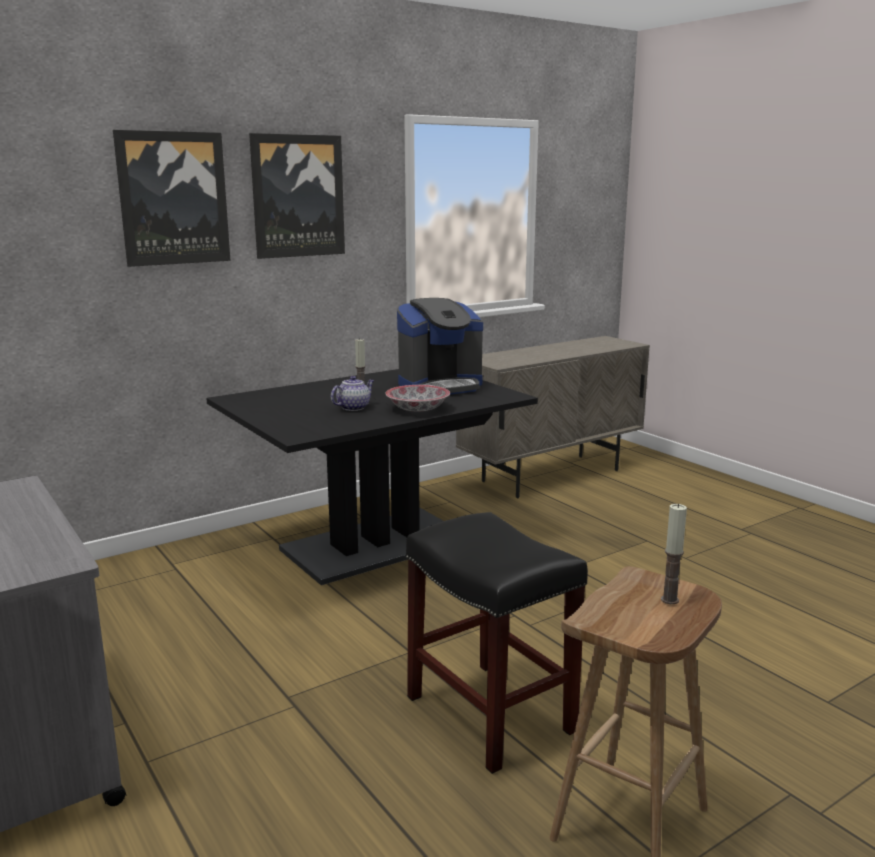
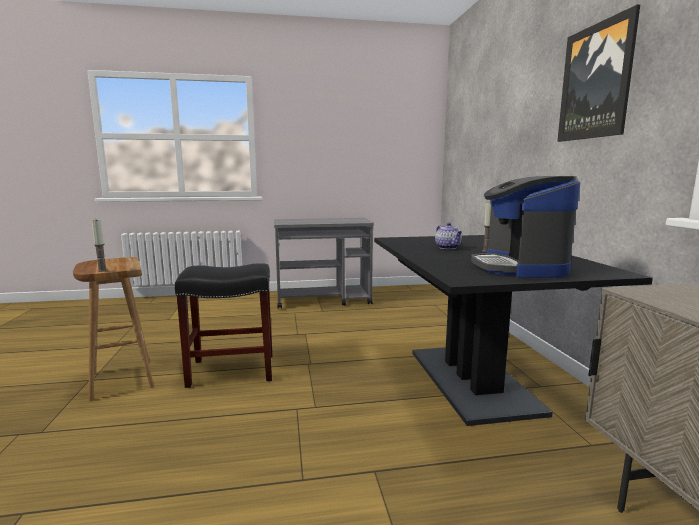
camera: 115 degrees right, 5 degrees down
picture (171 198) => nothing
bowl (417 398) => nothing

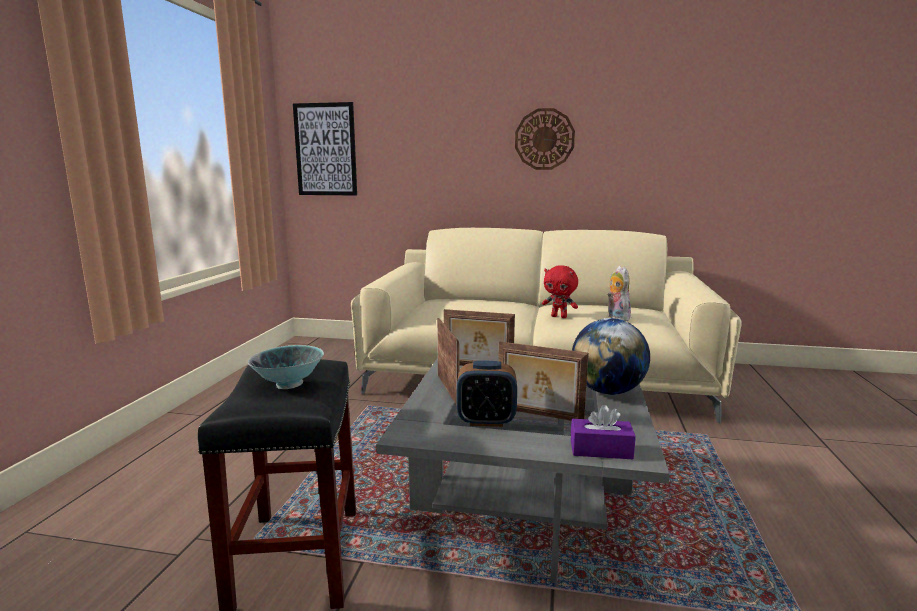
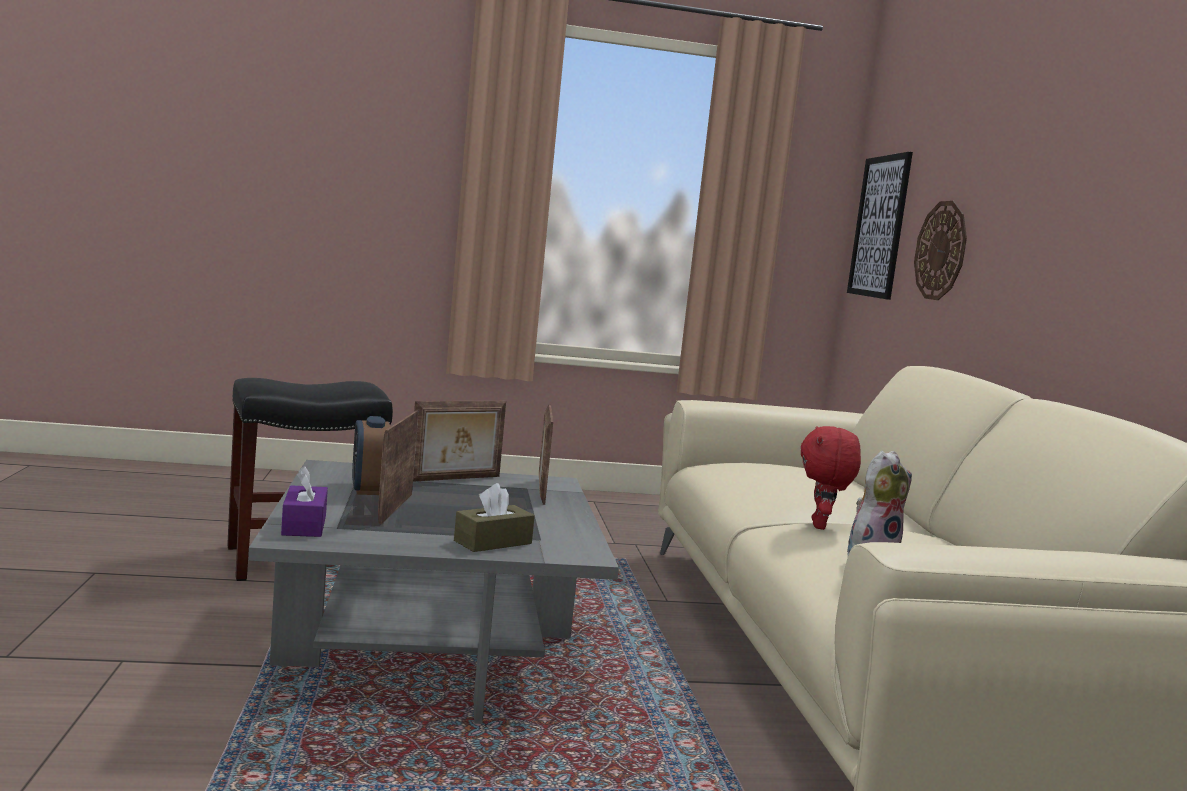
camera: 70 degrees right, 5 degrees down
globe (611 356) => tissue box (brown) (494 517)
wall clock (545 139) => wall clock (940 250), shifted
bowl (286 367) => nothing

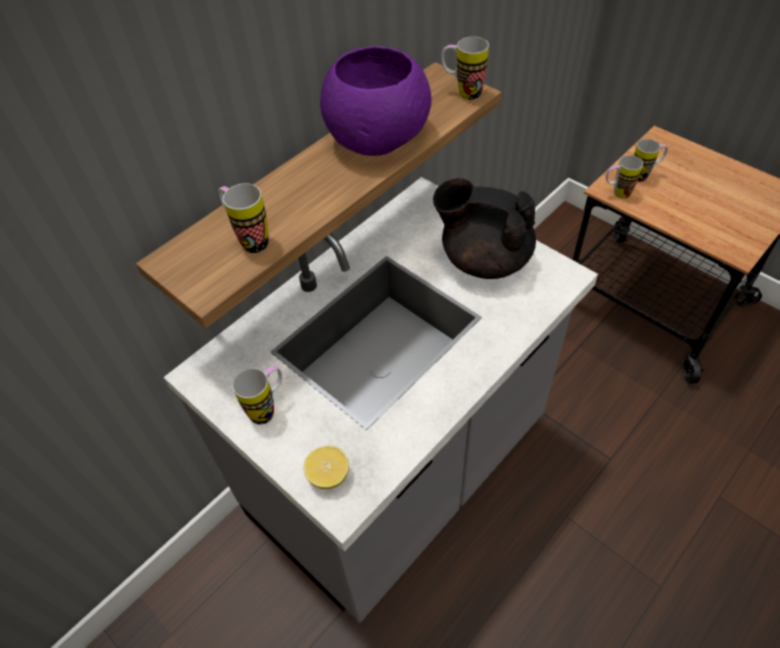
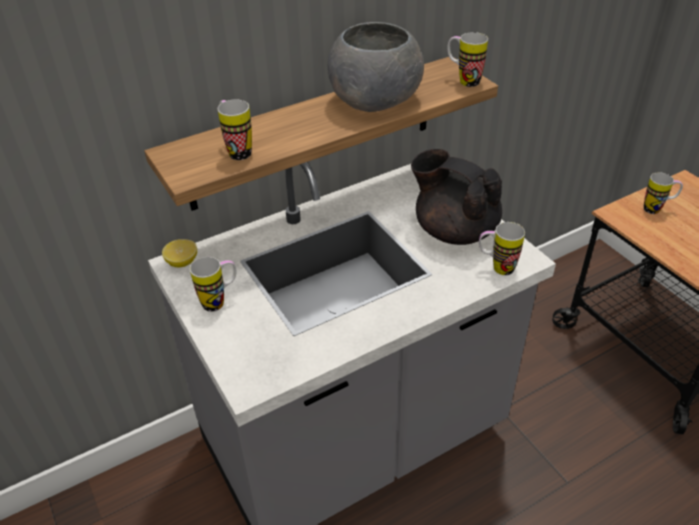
camera: 15 degrees right, 10 degrees down
lemon (326 467) => lemon (179 253), shifted
bowl (purple) (376 101) => bowl (grey) (376 67)
mug (624 177) => mug (502 248), shifted

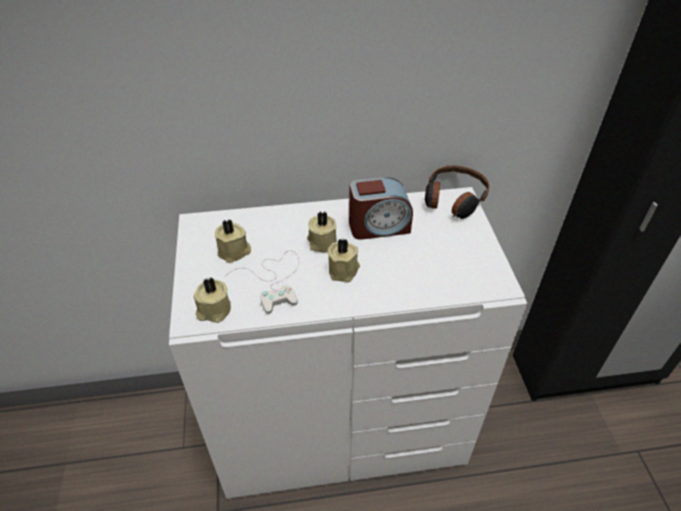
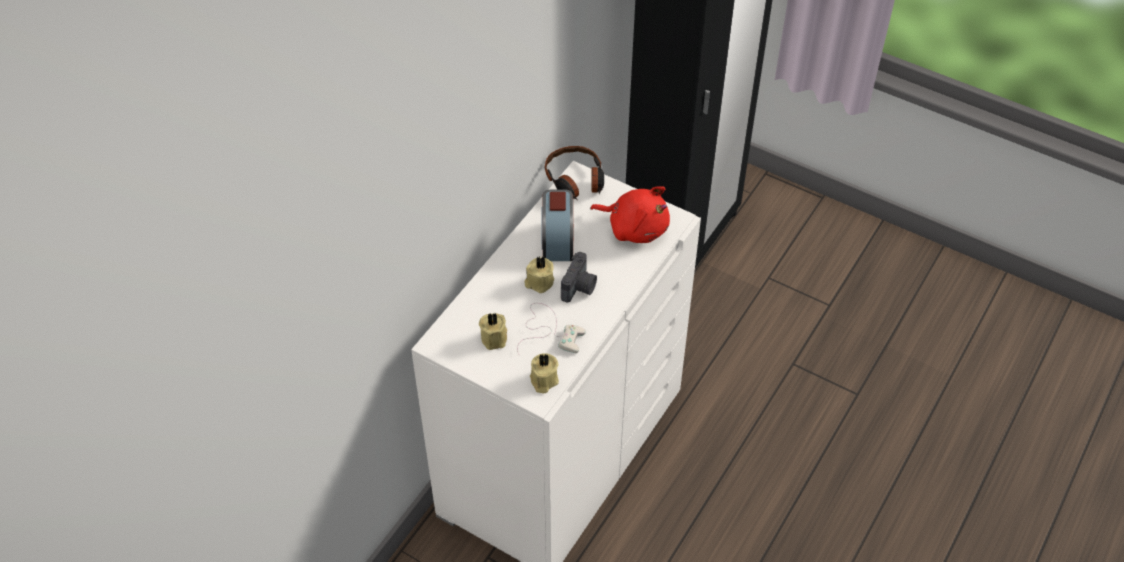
camera: 50 degrees left, 5 degrees up
alarm clock (381 208) => alarm clock (557 225), 150 degrees clockwise
candle (beige) (344 260) => photo camera (579 277)
nothing => plush toy (red) (630 214)

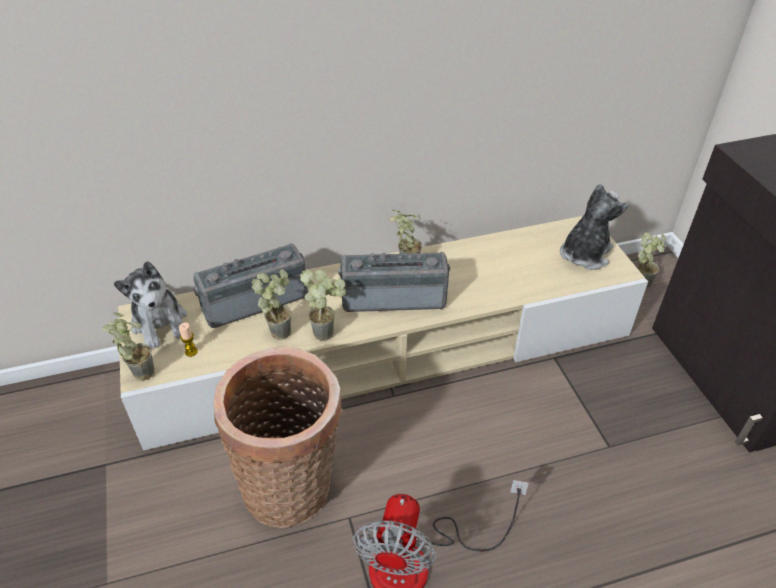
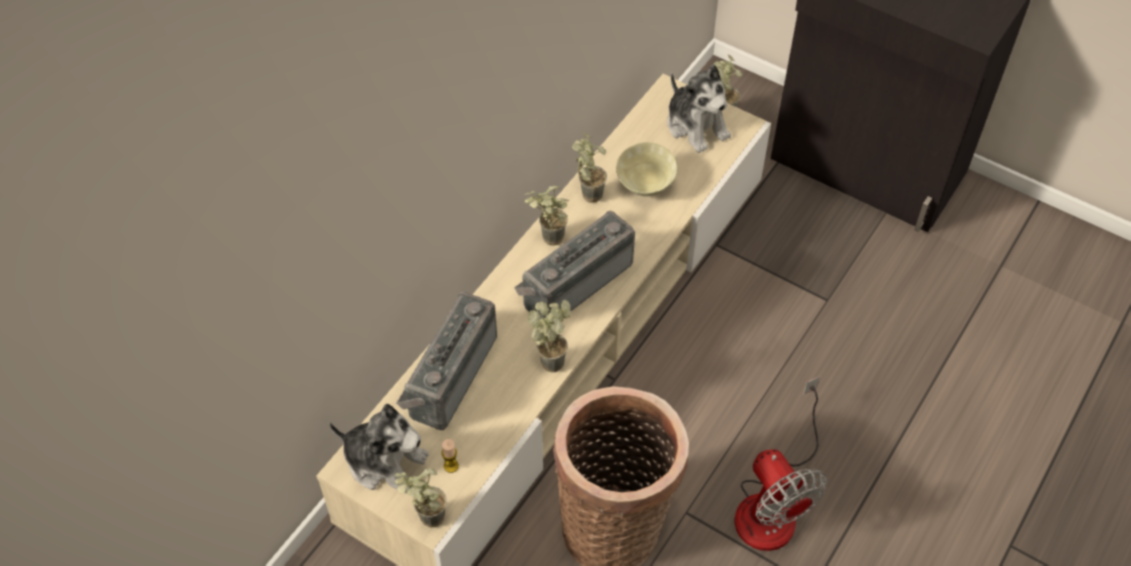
camera: 40 degrees left, 10 degrees up
potted plant (271 304) => potted plant (589 167), shifted
nothing => bowl (beige) (646 169)
plush toy (594 227) => plush toy (699 108), 150 degrees clockwise

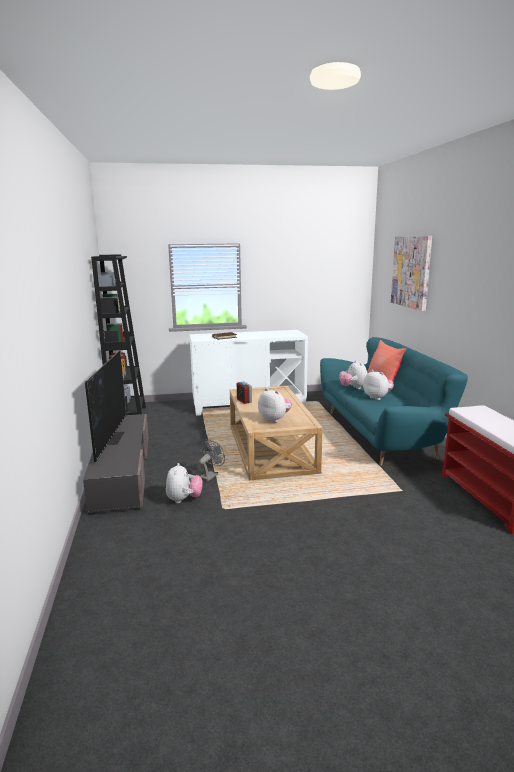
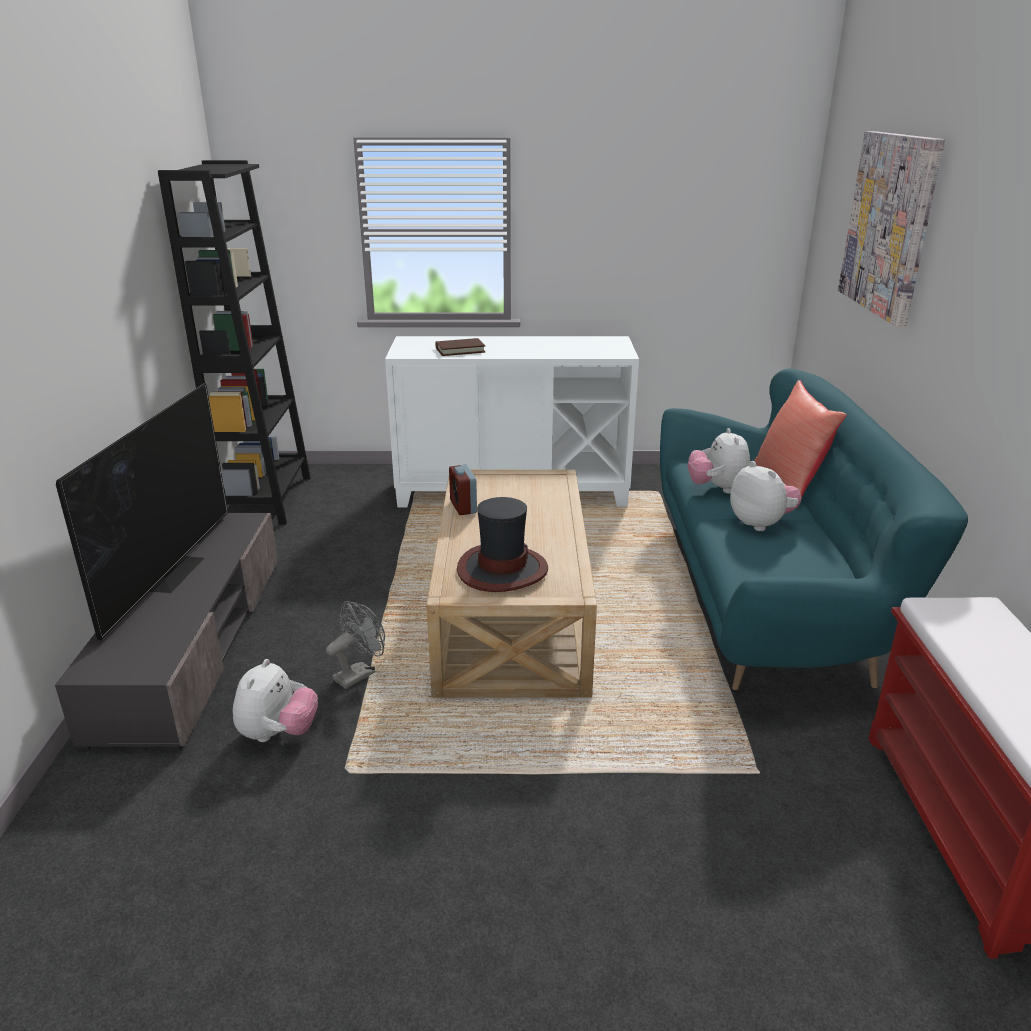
camera: 10 degrees right, 10 degrees up
plush toy (275 405) => hat (502 544)

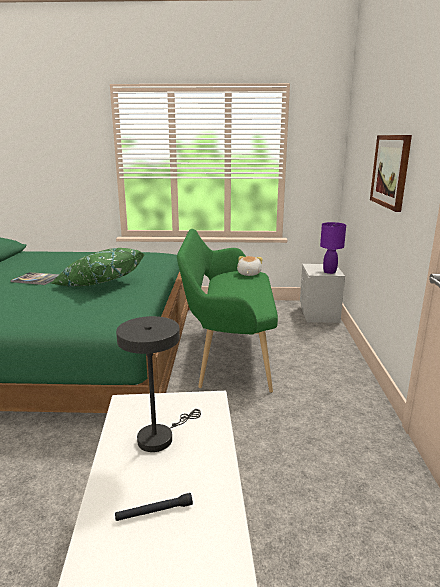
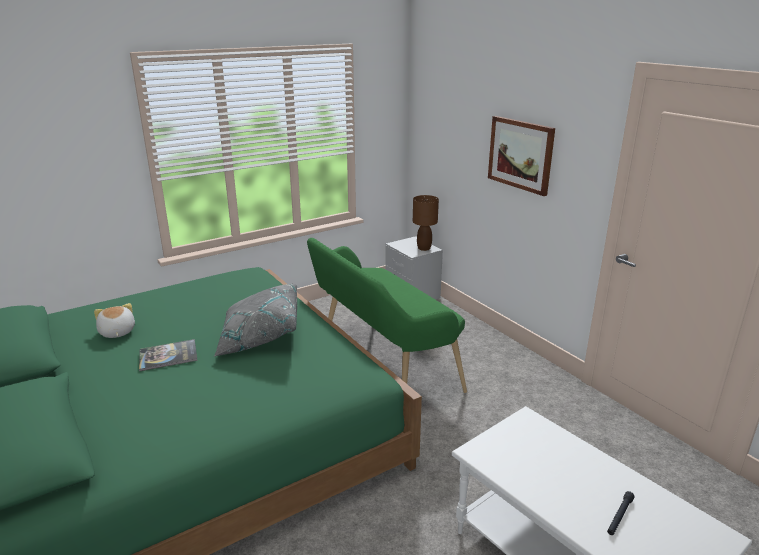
camera: 35 degrees left, 5 degrees up
plush toy (250 266) => plush toy (114 320), shifted
pillow (green) (97 267) => pillow (grey) (255 320)
table lamp (purple) (333 248) => table lamp (brown) (426 223)
table lamp (grey) (158 384) => nothing

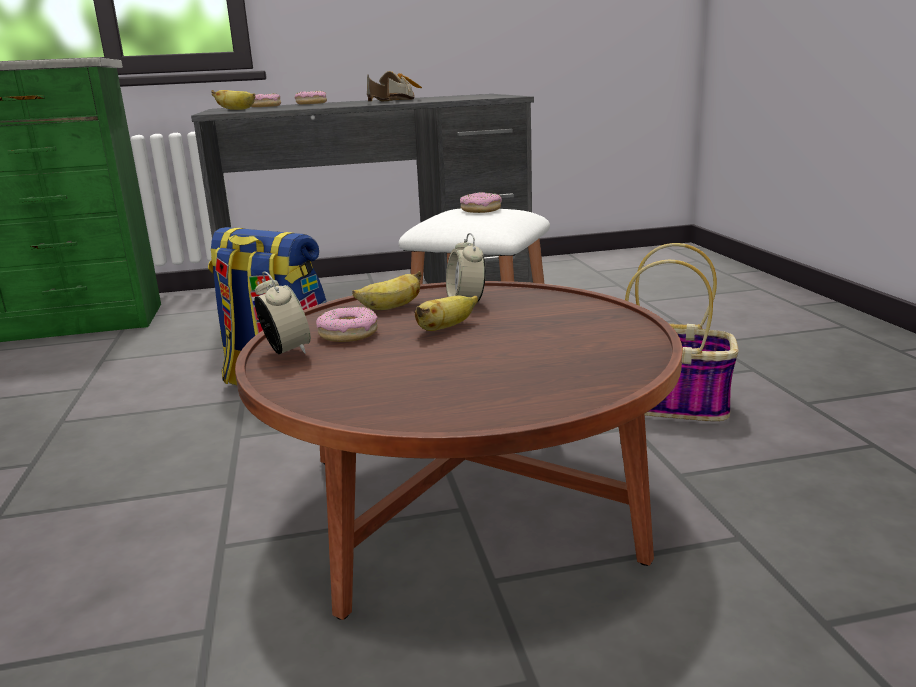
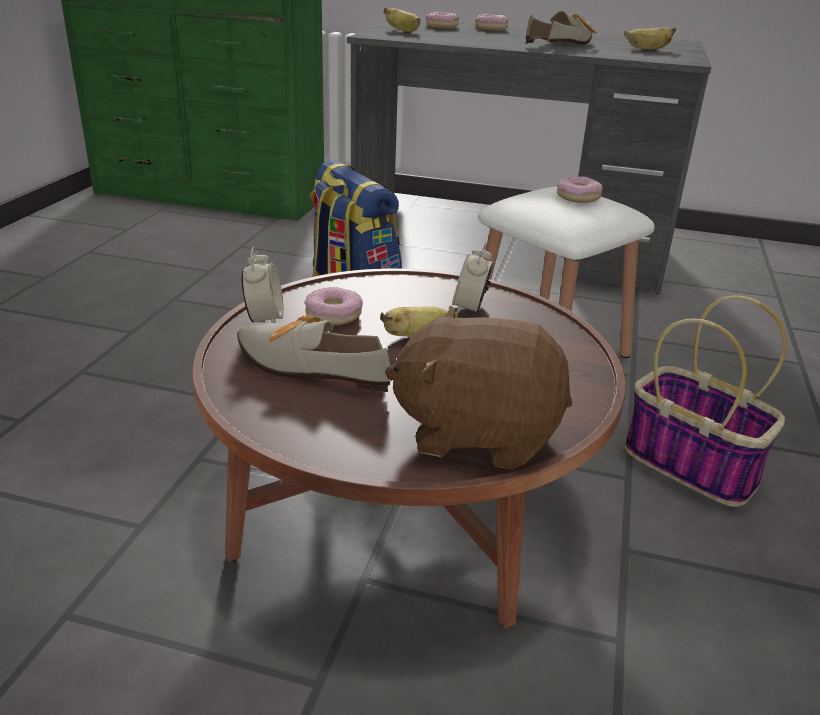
camera: 25 degrees right, 10 degrees up
nothing => shoe (313 353)
nothing => plush toy (brown) (478 388)
banana (387 290) => banana (650 38), shifted

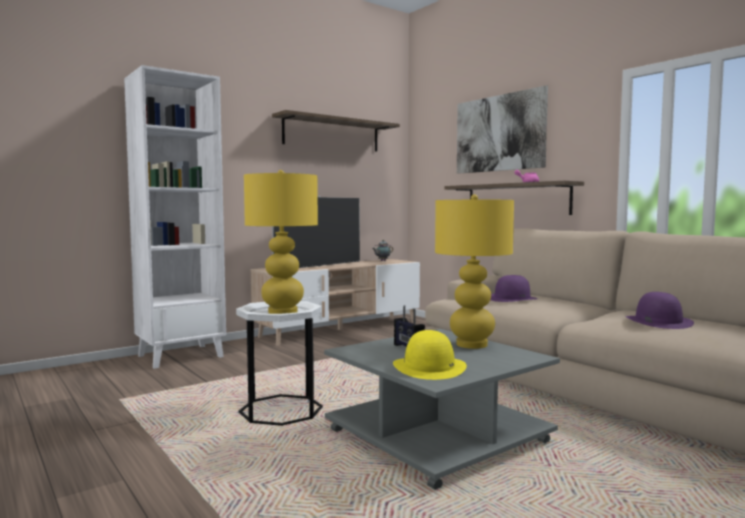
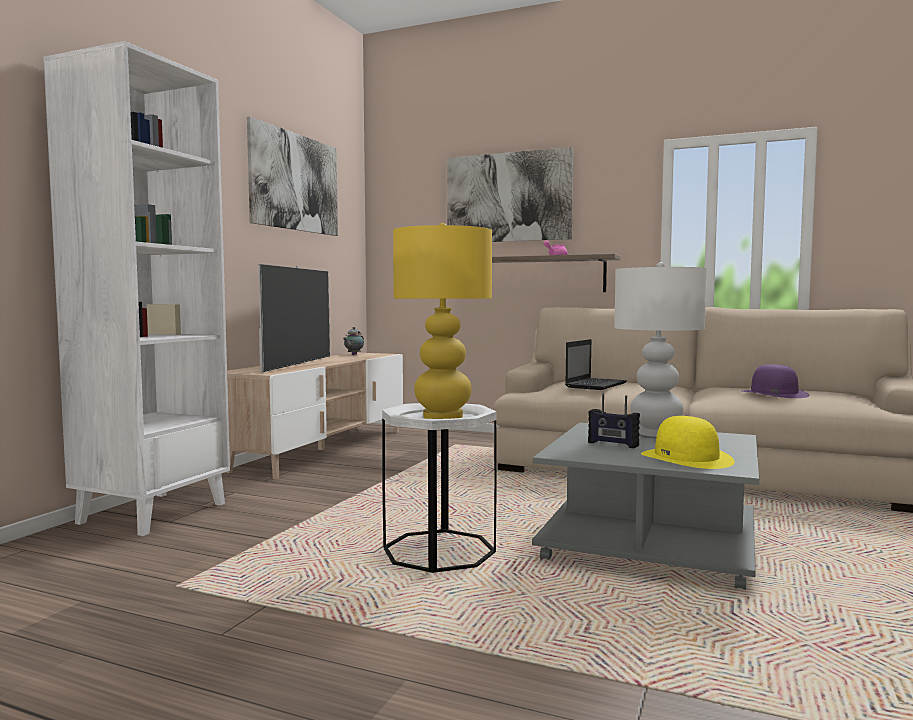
camera: 30 degrees left, 0 degrees up
shelf (336 131) => picture (292 176)
hat (purple) (514 288) => laptop (596 364)
table lamp (yellow) (474 271) => table lamp (white) (660 349)

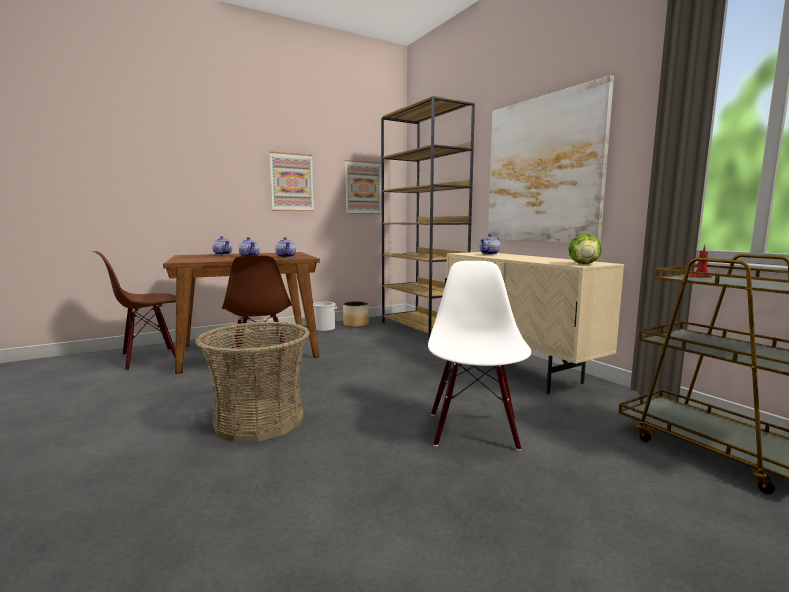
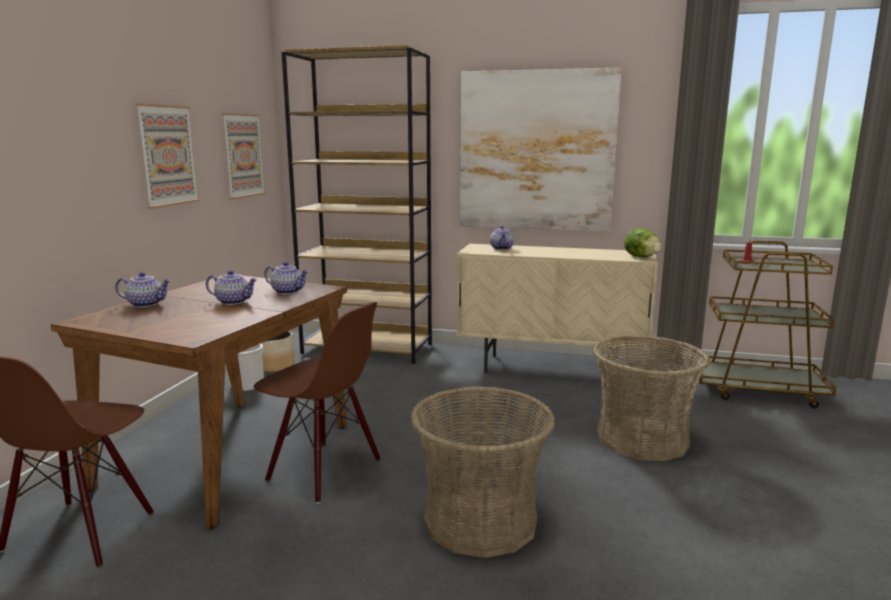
camera: 45 degrees left, 5 degrees up
chair (white) (479 356) => basket (651 398)

